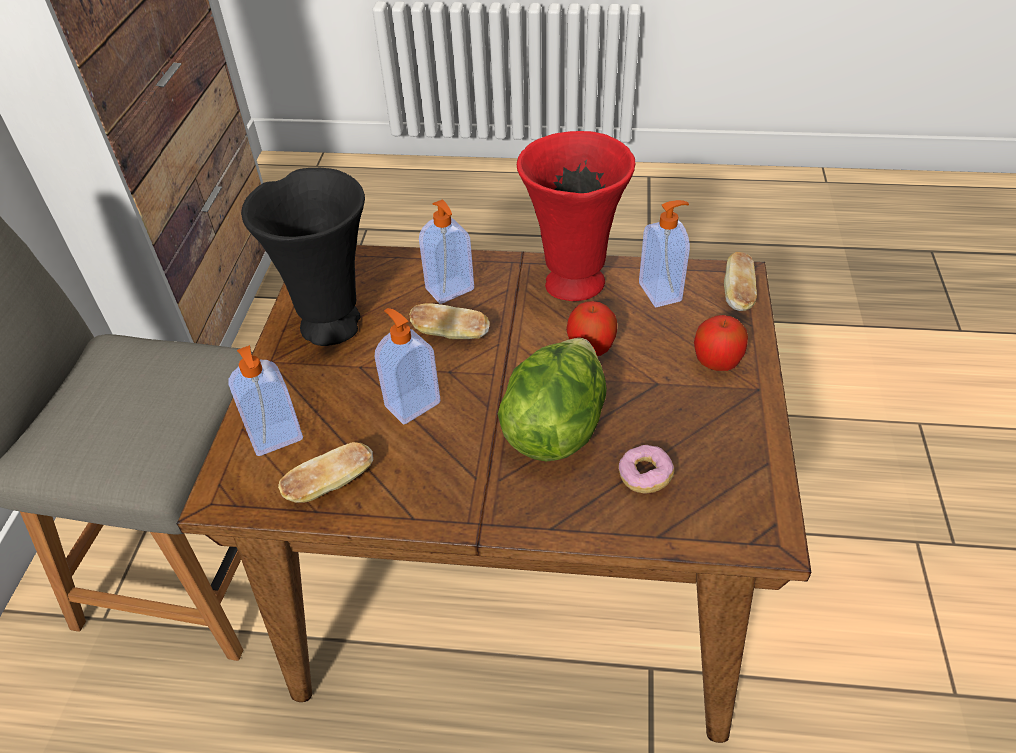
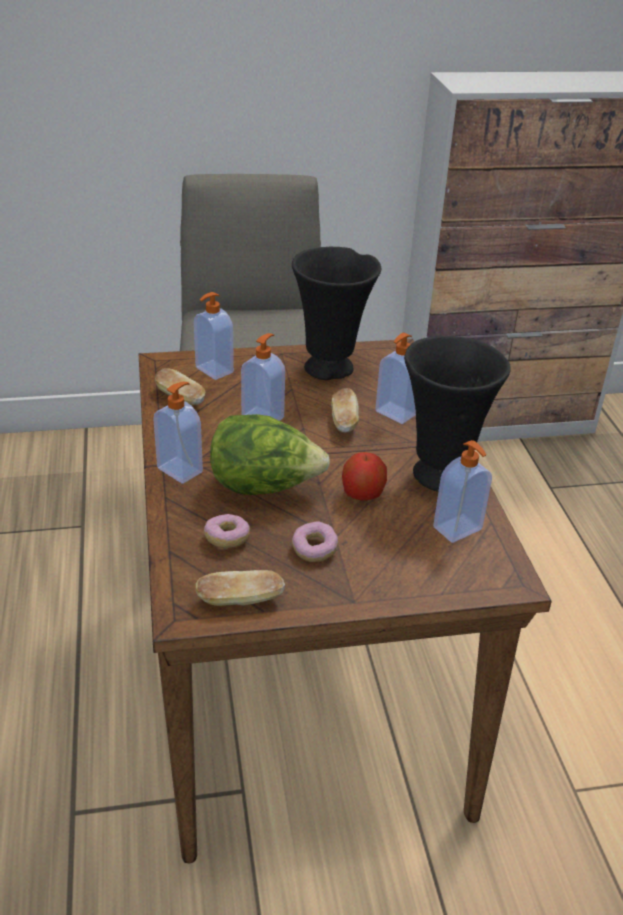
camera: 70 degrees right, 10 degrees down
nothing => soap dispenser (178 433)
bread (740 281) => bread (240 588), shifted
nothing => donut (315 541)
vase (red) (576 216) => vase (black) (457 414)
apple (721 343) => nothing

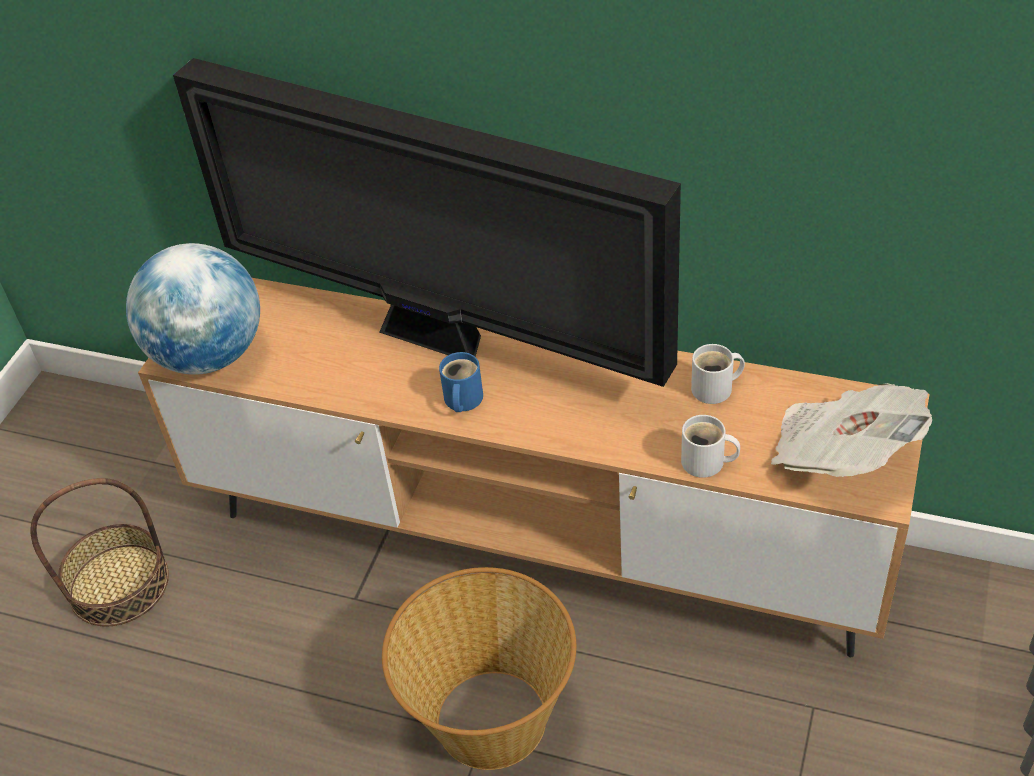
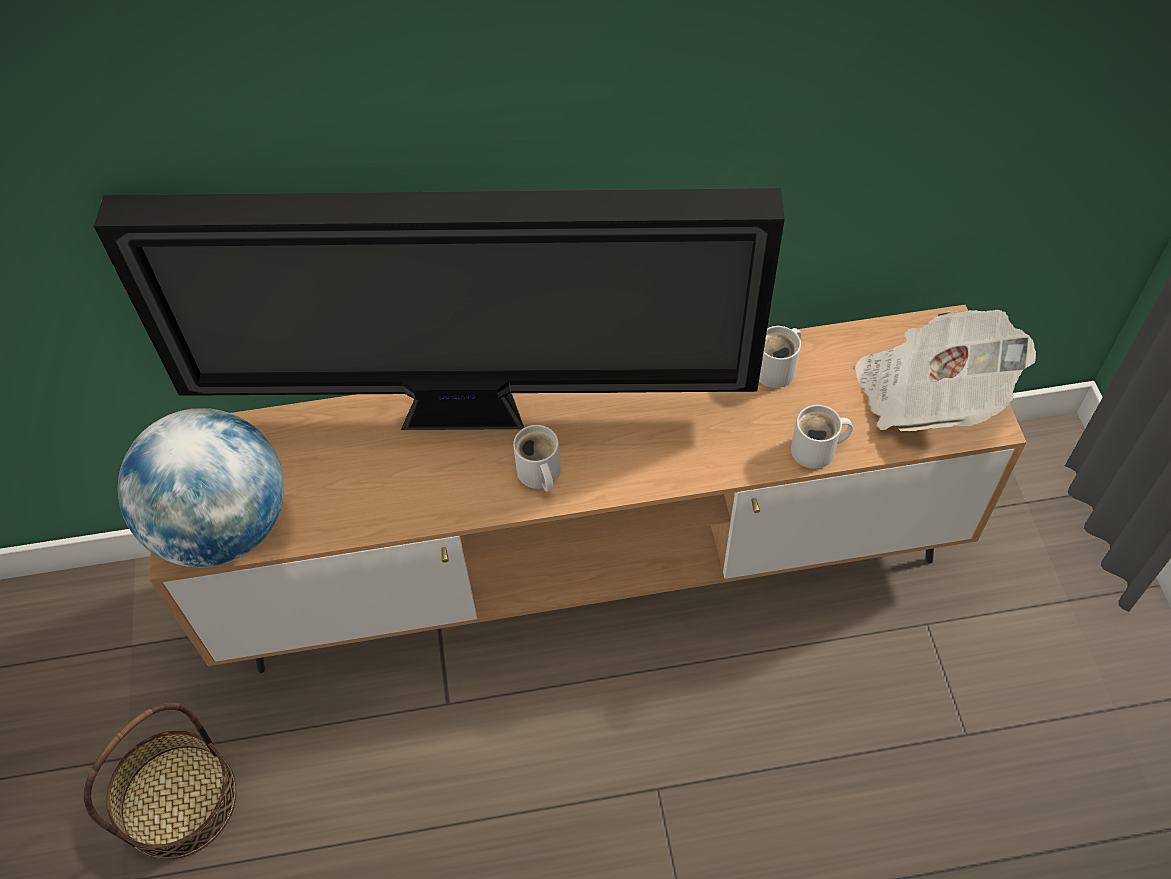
camera: 30 degrees left, 10 degrees up
mug (blue) (461 382) => mug (white) (536 458)
basket (479 668) => nothing

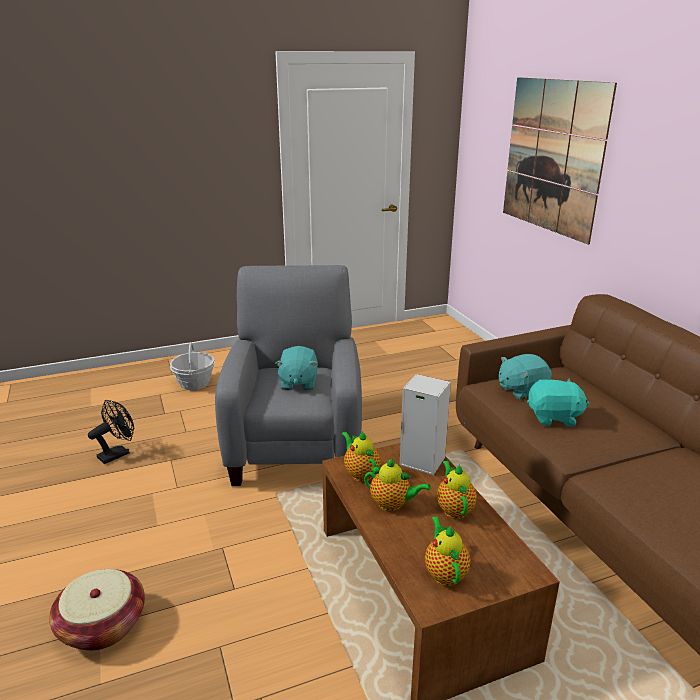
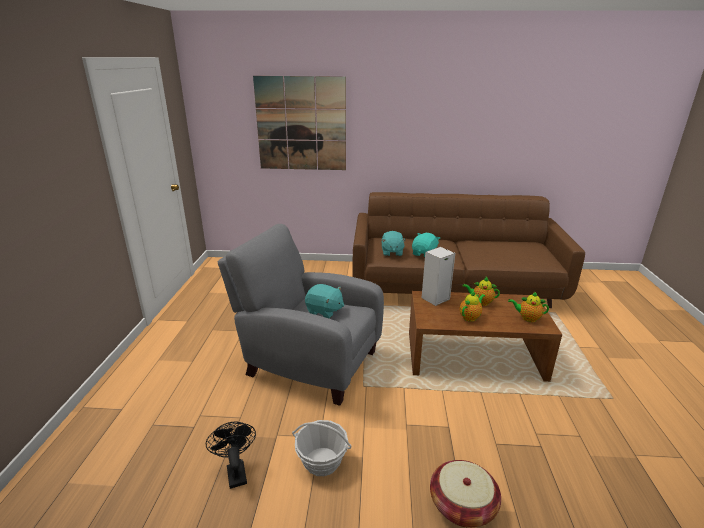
camera: 65 degrees left, 0 degrees up
basket (192 366) => basket (321 448), shifted
teapot (361 456) => nothing

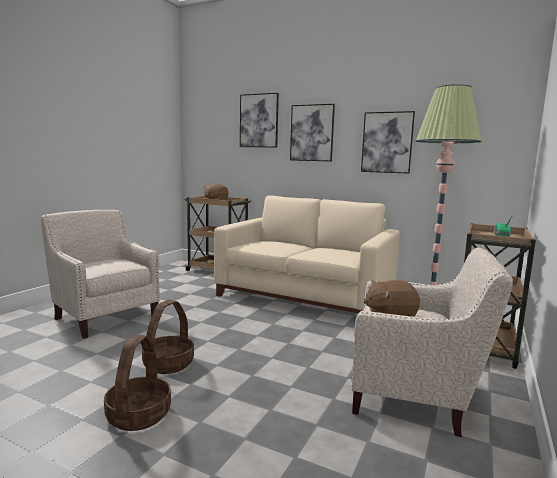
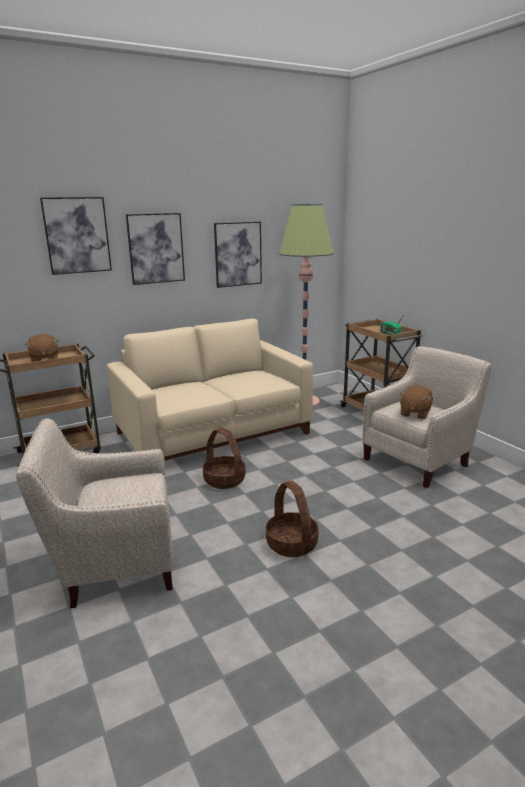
camera: 55 degrees left, 10 degrees up
basket (137 383) => basket (224 458), shifted

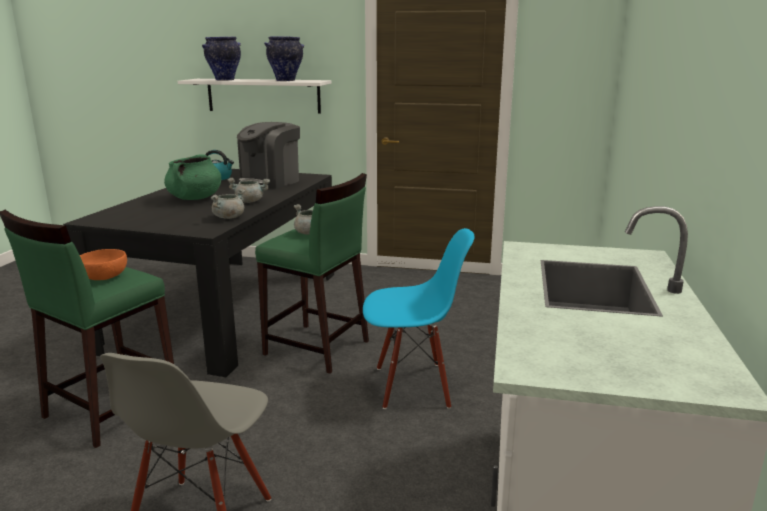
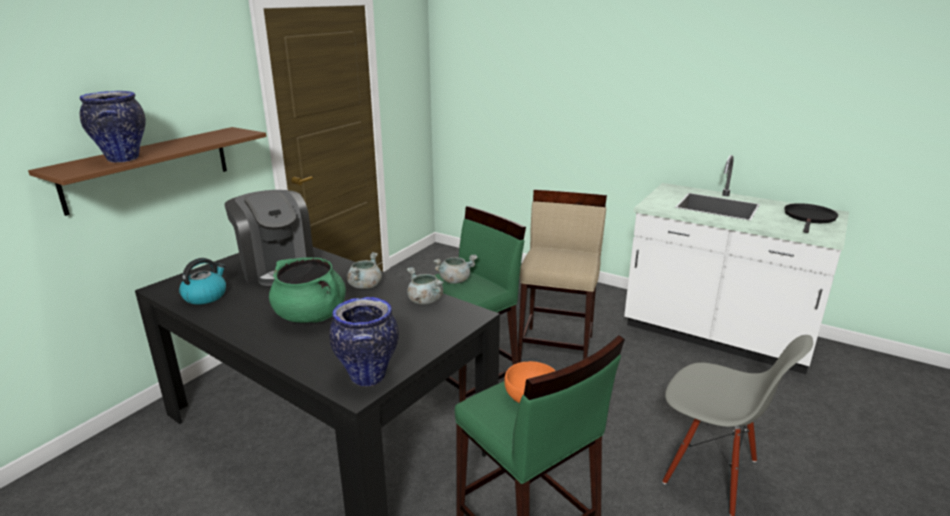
camera: 70 degrees left, 5 degrees up
shelf (white) (255 96) => shelf (brown) (147 171)
vase (284 58) => vase (364 341), shifted
chair (blue) (419 318) => stool (beige) (562 276)
nothing => frying pan (black) (811 218)

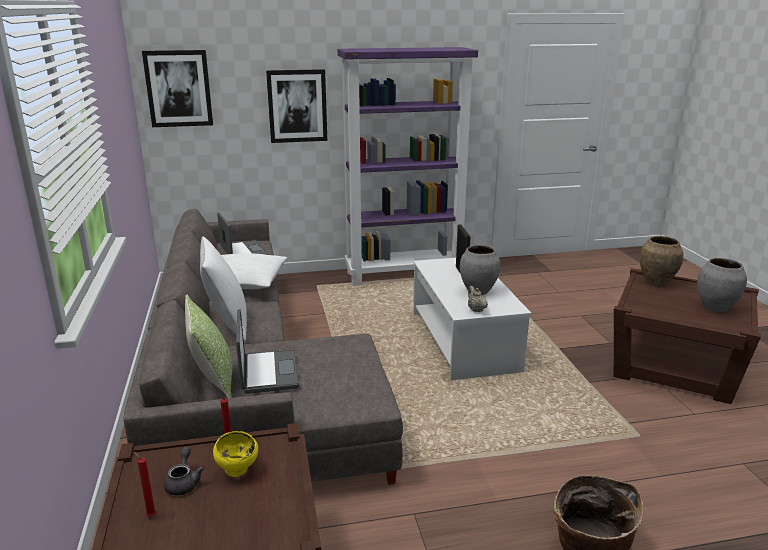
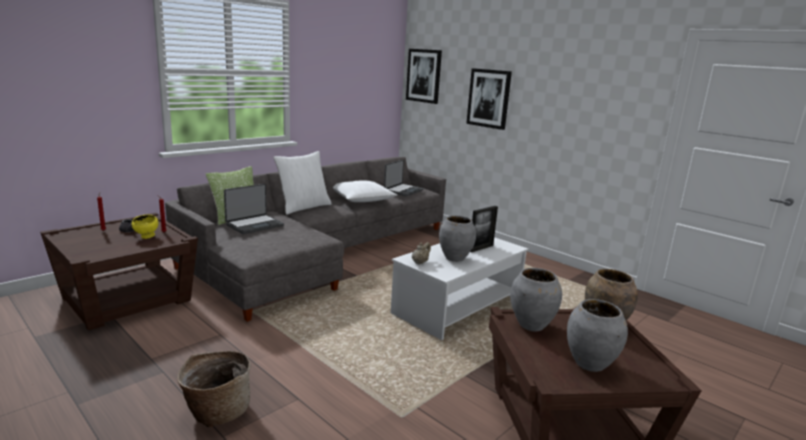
camera: 55 degrees right, 5 degrees down
nothing => vase (grey) (536 300)
bookcase (purple) (408 166) => nothing

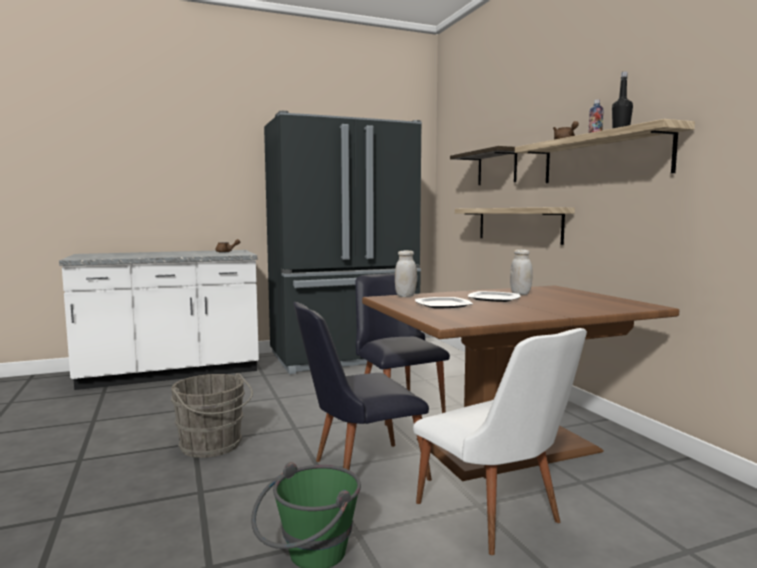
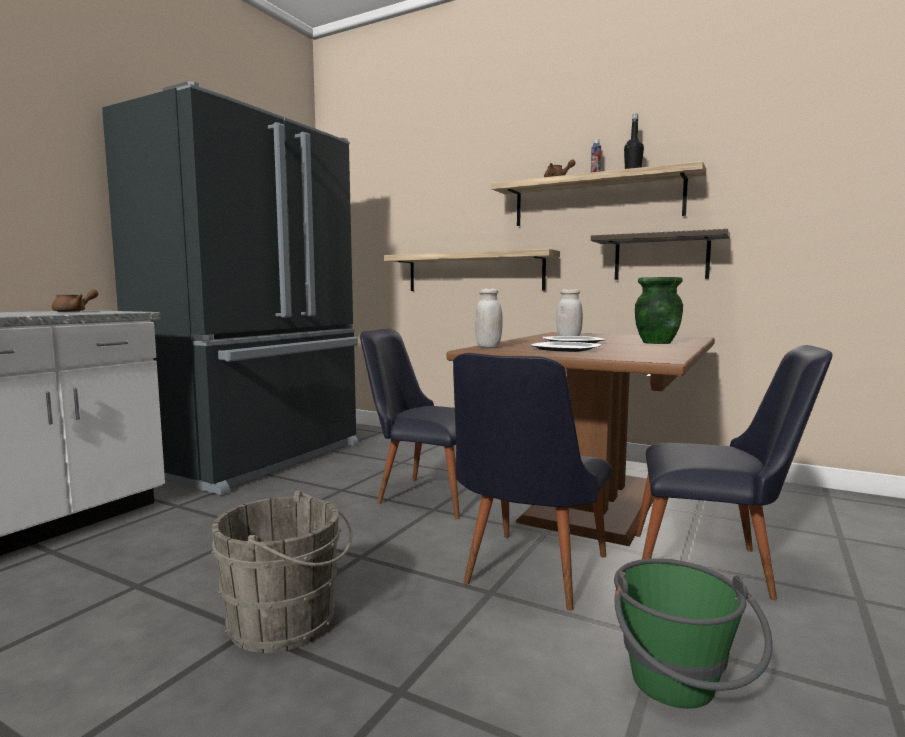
camera: 40 degrees left, 0 degrees up
shelf (483 165) => shelf (660 254), shifted
nothing => vase (green) (659 310)
chair (white) (500 441) => chair (black) (734 472)

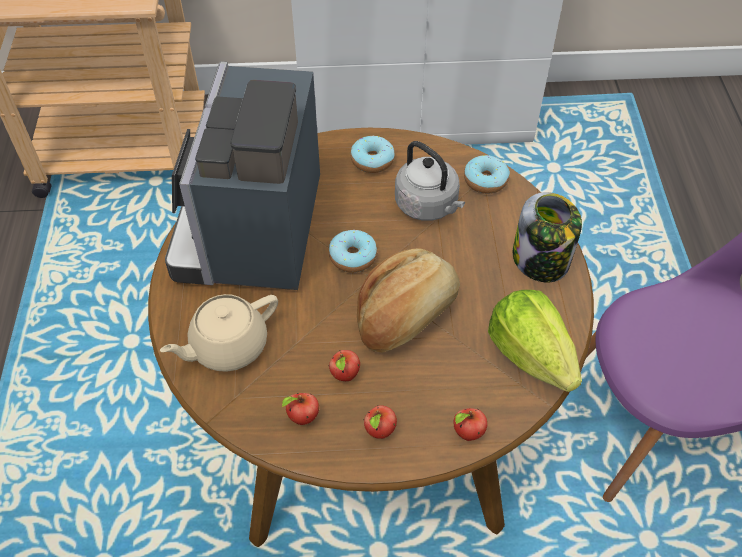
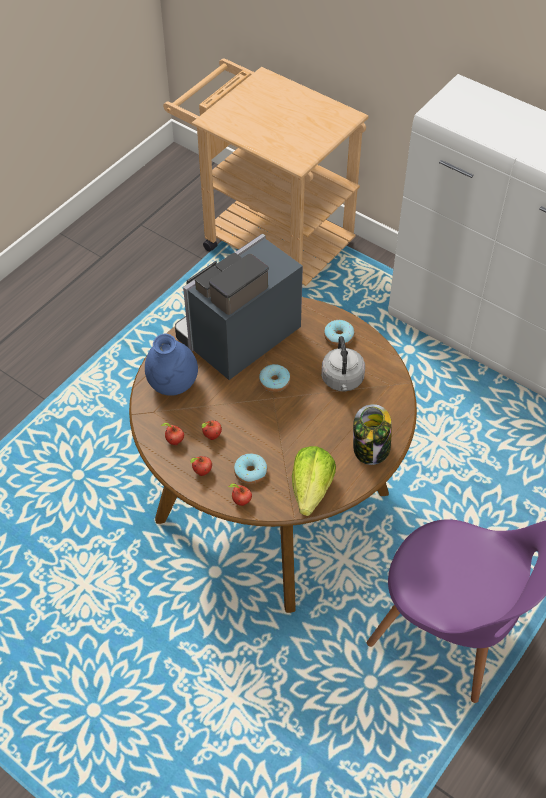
camera: 40 degrees right, 0 degrees up
teapot (beige) (219 333) => vase (blue) (171 364)
donut (487 174) => donut (250 469), shifted
bread (408 300) => nothing

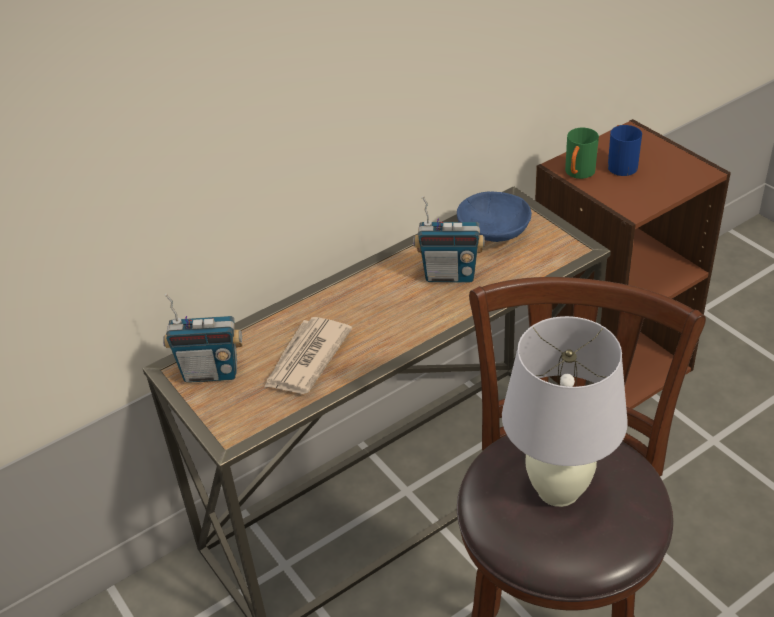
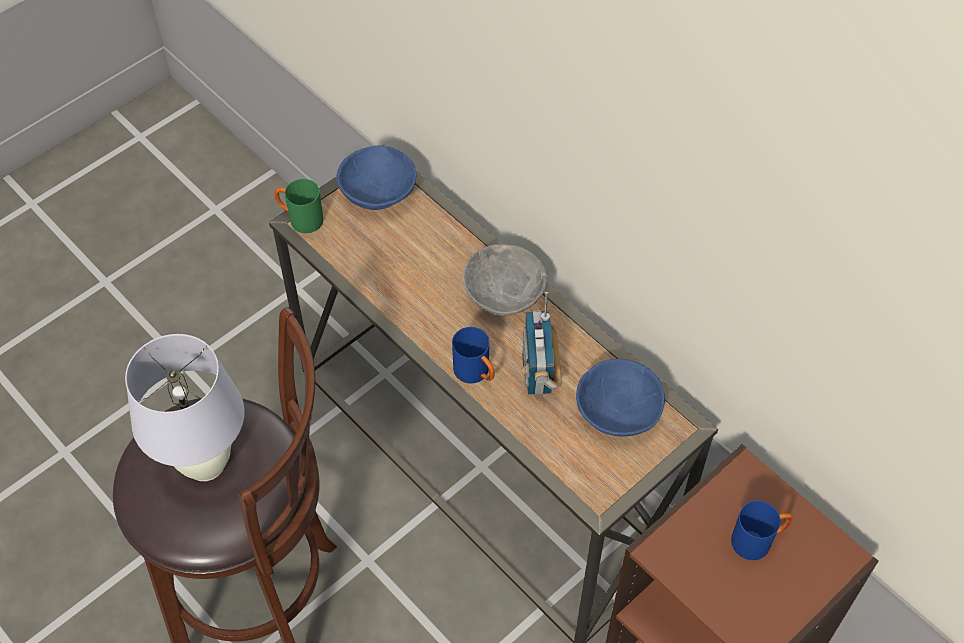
camera: 80 degrees right, 15 degrees up
mug (green) (582 153) => mug (green) (298 206), shifted
radio (203 338) => bowl (blue) (376 177)
nothing => mug (blue) (473 355)
nothing => bowl (grey) (505 280)
newspaper (308 355) => nothing

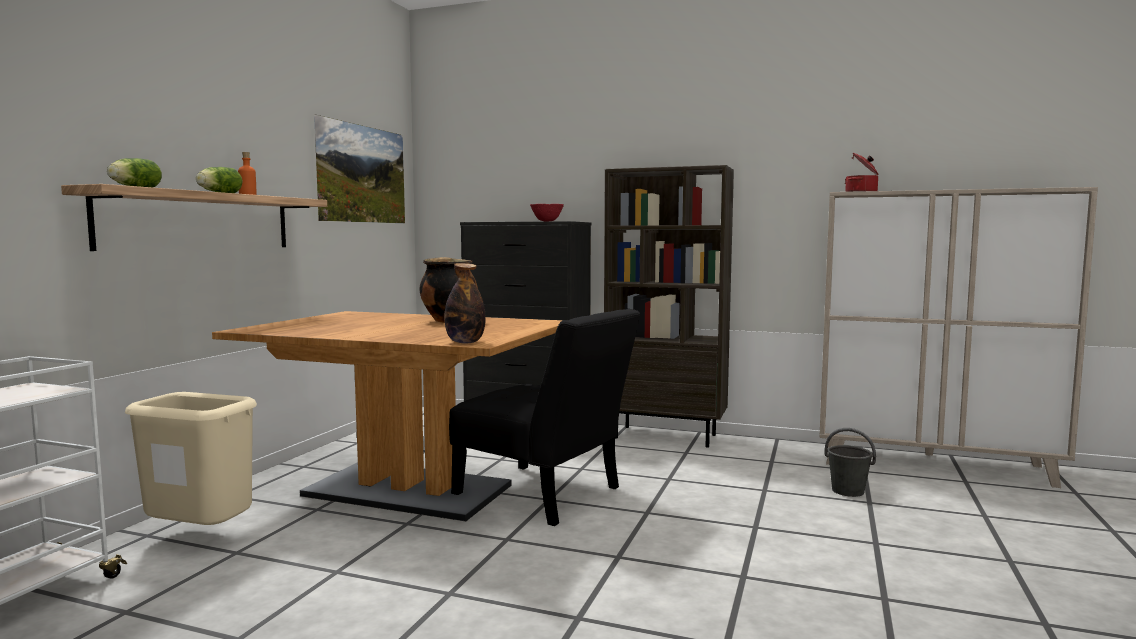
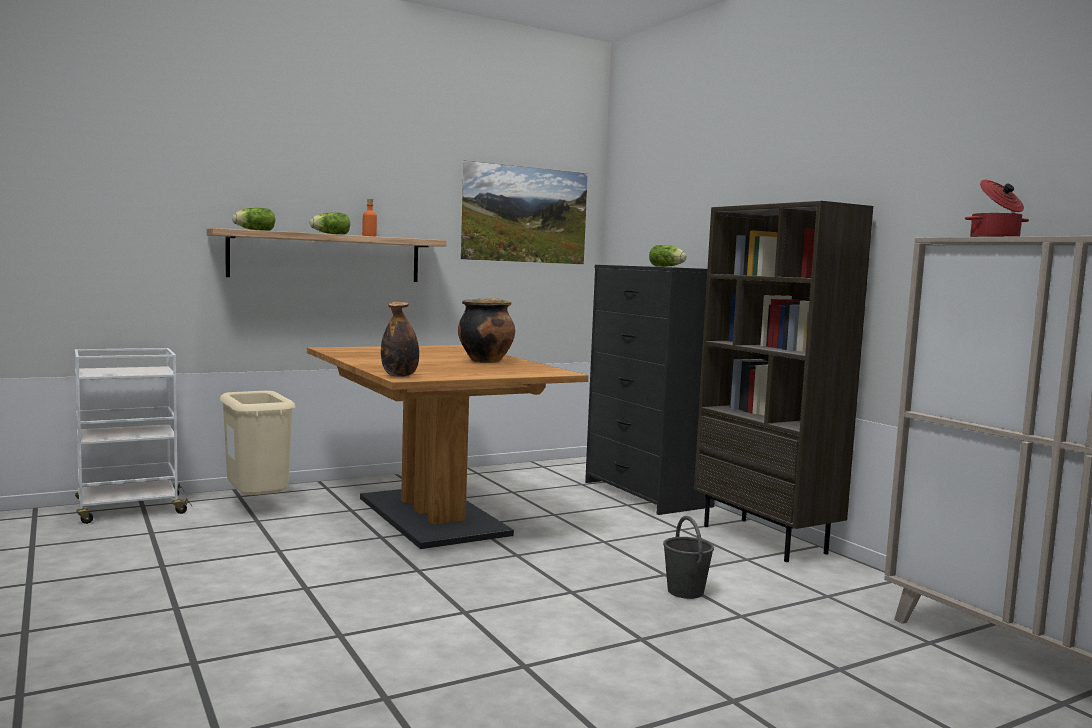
camera: 40 degrees right, 0 degrees up
bowl (red) (547 213) => lettuce (668 256)
bucket (grey) (850 462) => bucket (grey) (688 557), shifted
chair (black) (545 417) => nothing

